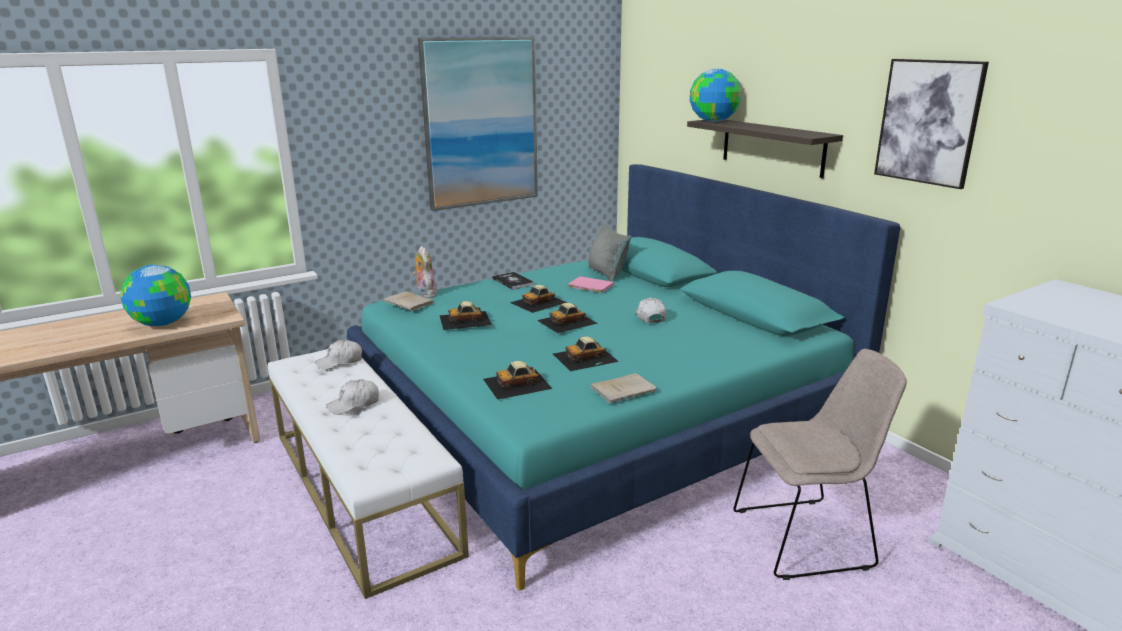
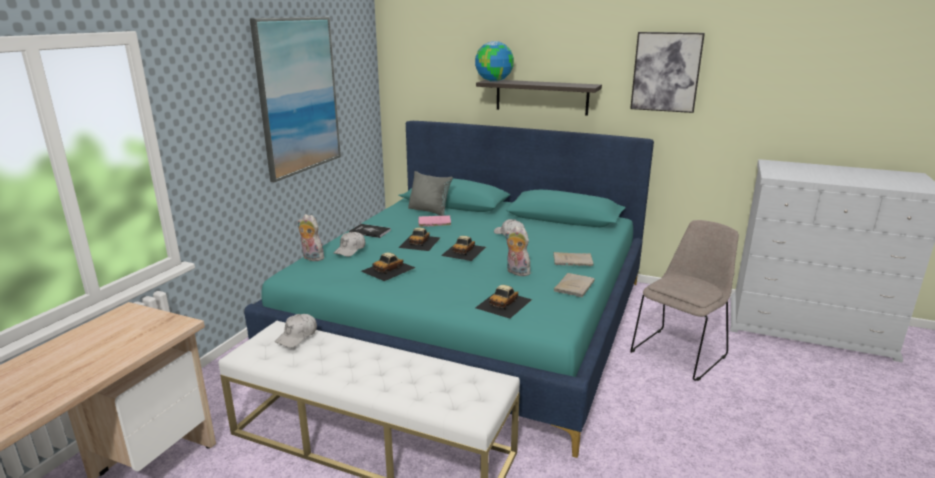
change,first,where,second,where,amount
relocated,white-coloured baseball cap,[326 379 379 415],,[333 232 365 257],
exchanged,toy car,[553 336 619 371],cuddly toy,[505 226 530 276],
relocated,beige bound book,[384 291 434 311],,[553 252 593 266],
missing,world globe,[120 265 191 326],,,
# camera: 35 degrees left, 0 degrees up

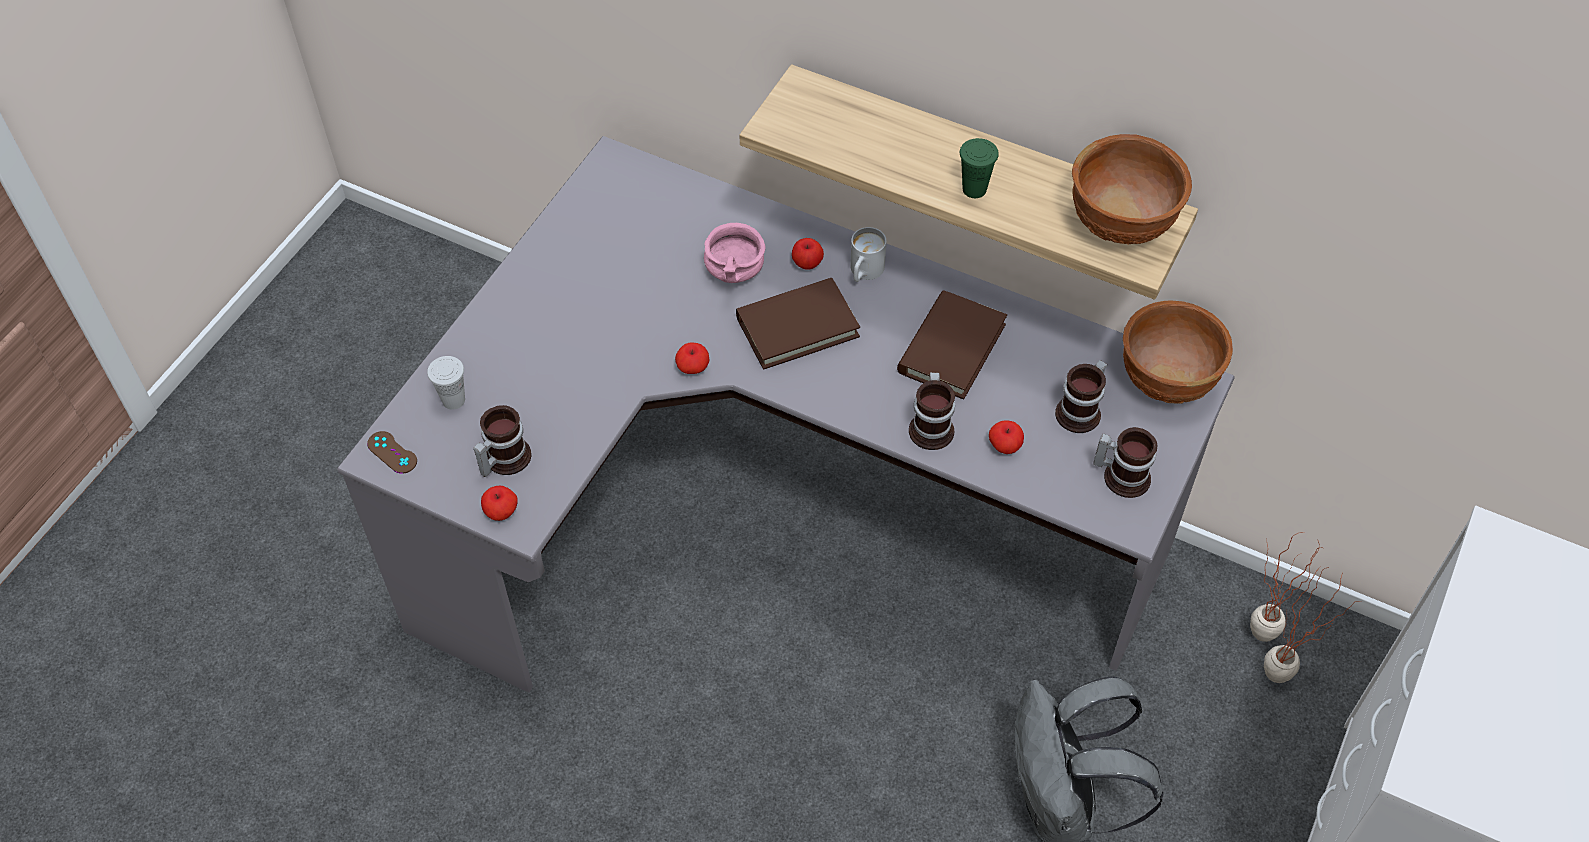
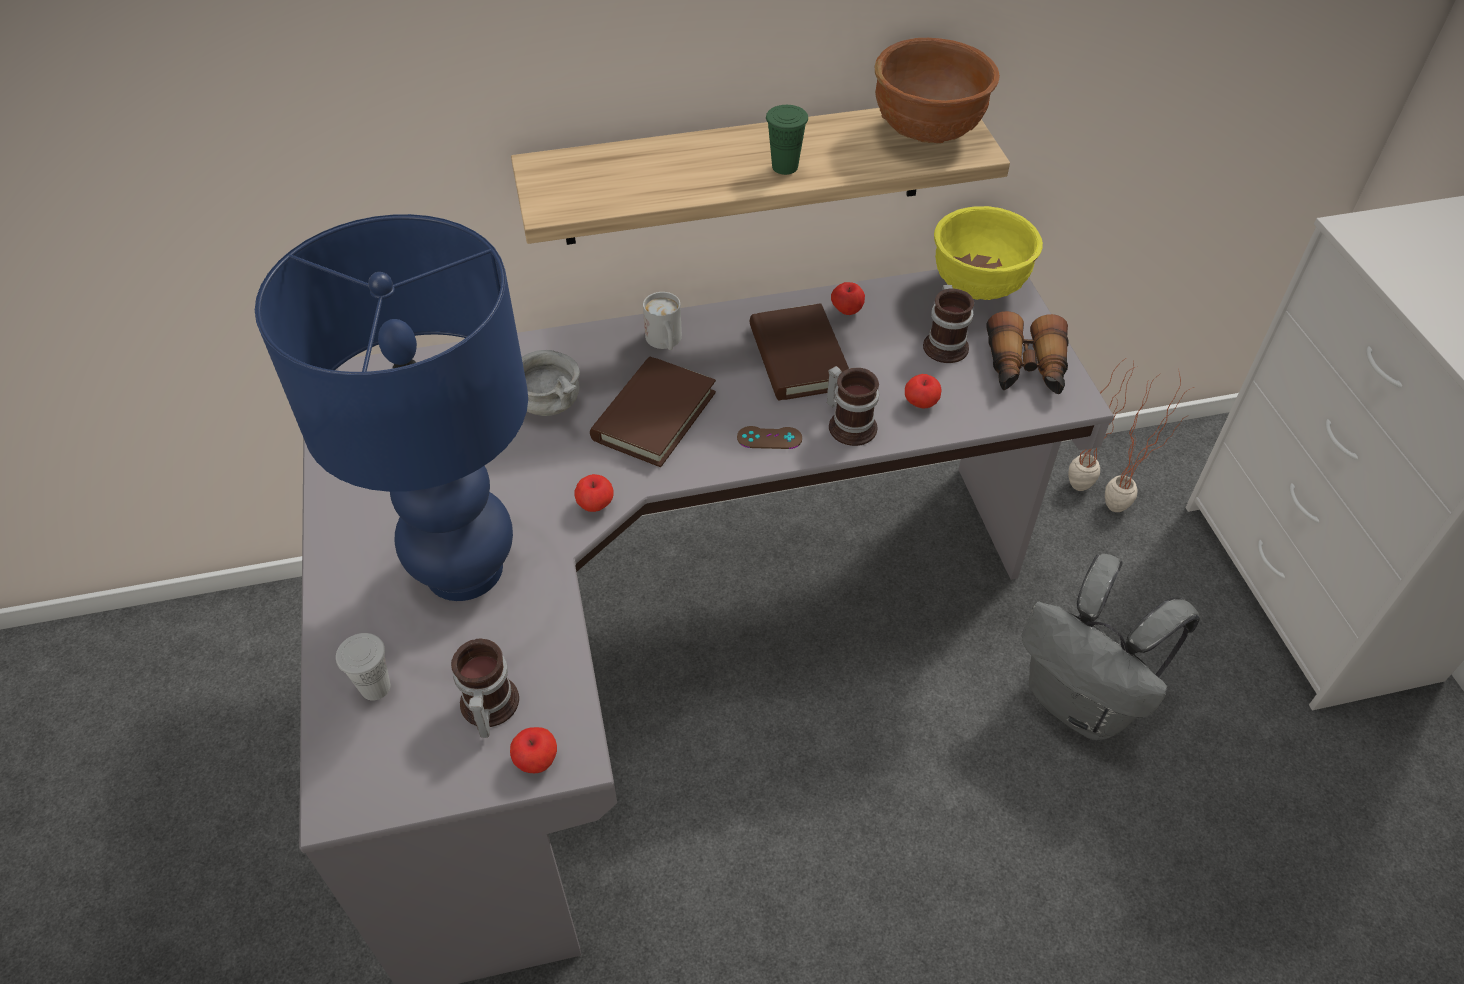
change,first,where,second,where,amount
appeared,,,blue table lamp,[255 214 528 601],
colour,pinkish deep dish,[704 223 766 283],greyish deep dish,[522 350 580 416],
relocated,brown game controller,[367 431 417 474],,[737 426 802 449],
relocated,whole apple,[792 238 824 270],,[831 282 865 315],
colour,brown deep dish,[1123 301 1233 404],yellow-coloured deep dish,[934 206 1043 300],
exchanged,mug,[1093 427 1158 498],field glasses,[986 311 1069 394],
# camera: 40 degrees left, 5 degrees down

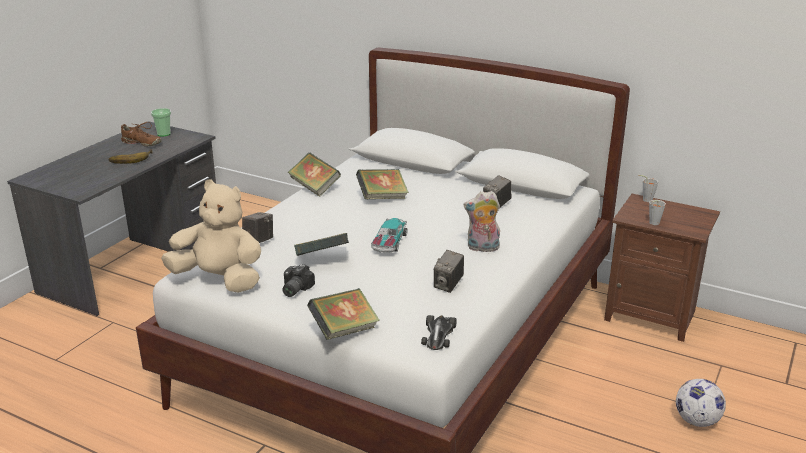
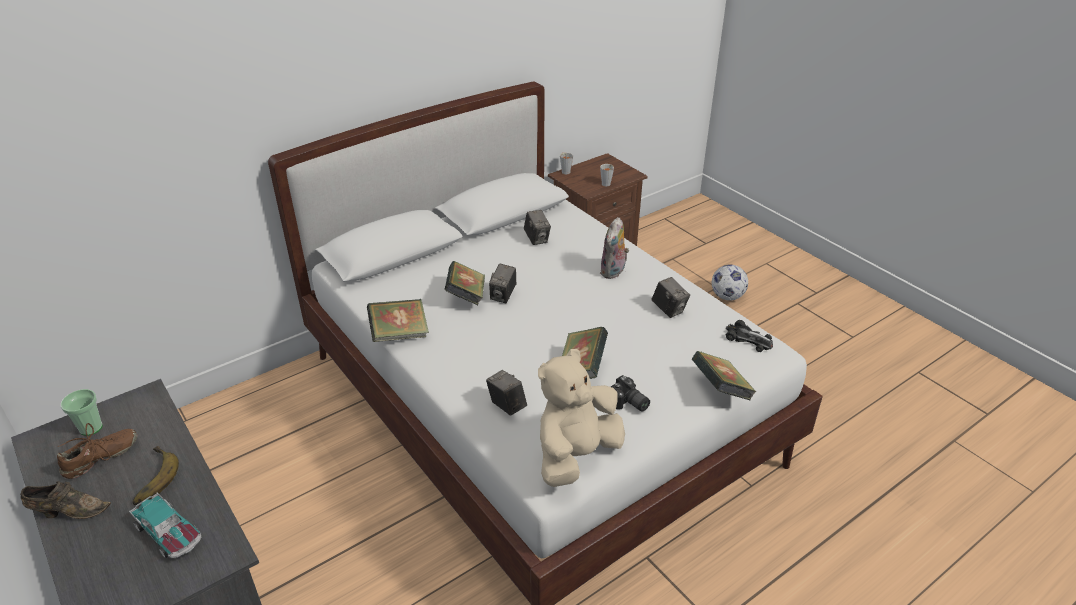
change,first,where,second,where,amount
appeared,,,brown item of footwear,[20 481 111 519],
relocated,toy car,[371 218 408 253],,[129 493 201 558],
appeared,,,photo camera,[489 263 516 303],
# camera: 65 degrees left, 10 degrees up

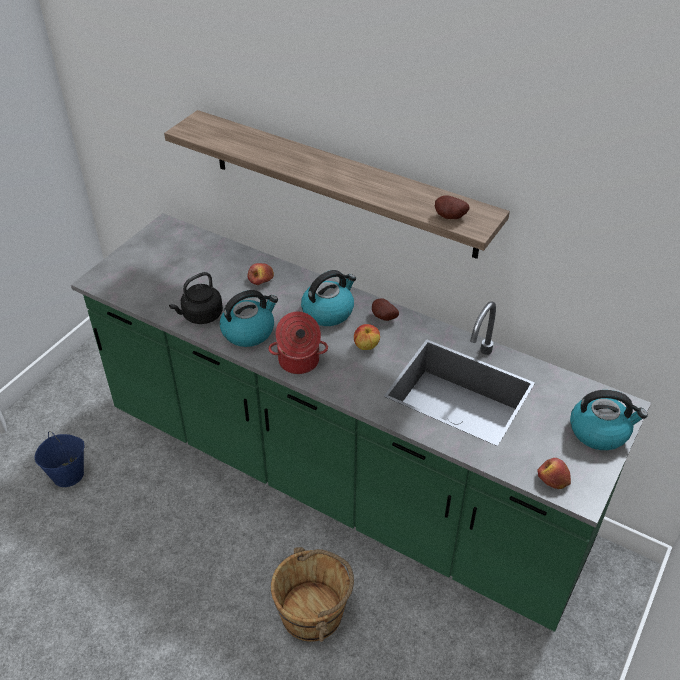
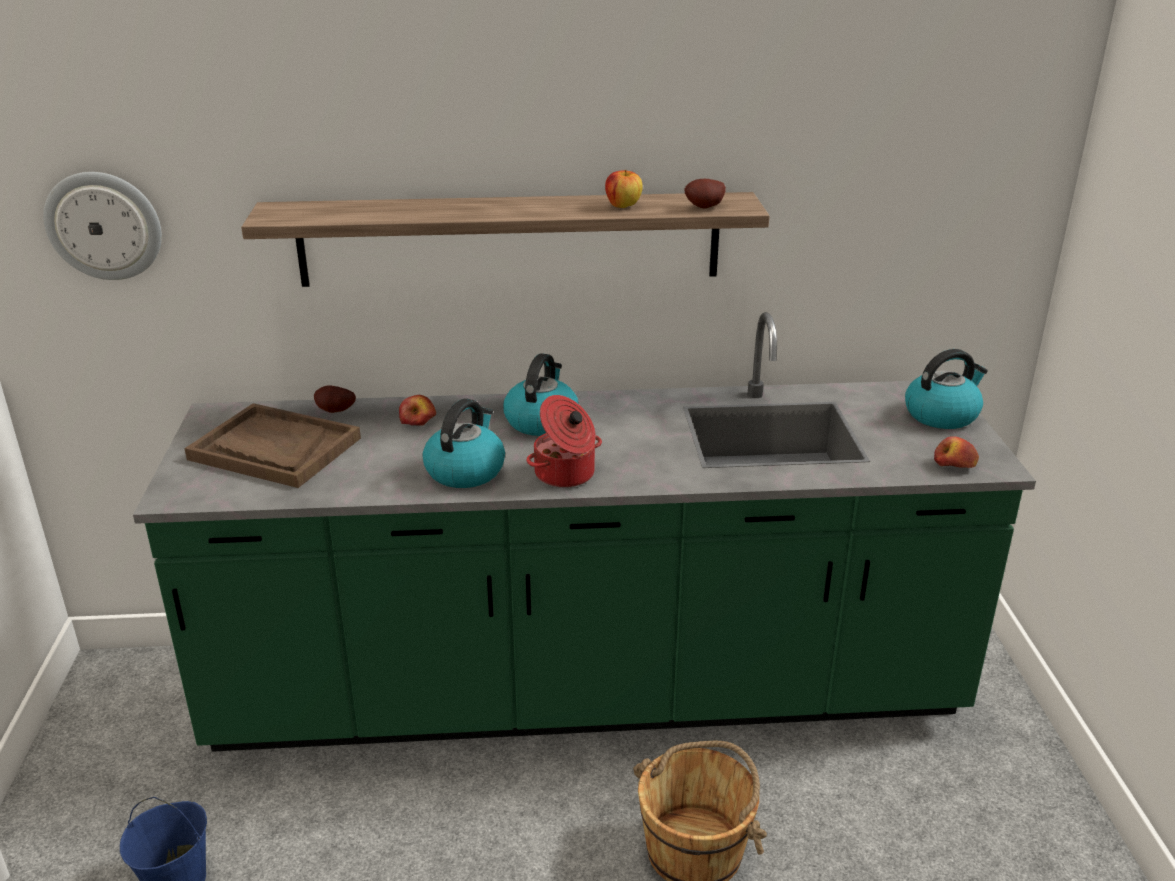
change,first,where,second,where,amount
appeared,,,hanging clock,[43 172 162 280],
appeared,,,brown tray,[184 403 361 488],
relocated,potato,[372 298 399 321],,[314 385 356 413],
relocated,whole apple,[354 324 380 350],,[605 170 643 208],
missing,blackish tea kettle,[169 272 223 324],,,
# camera: 35 degrees left, 15 degrees down

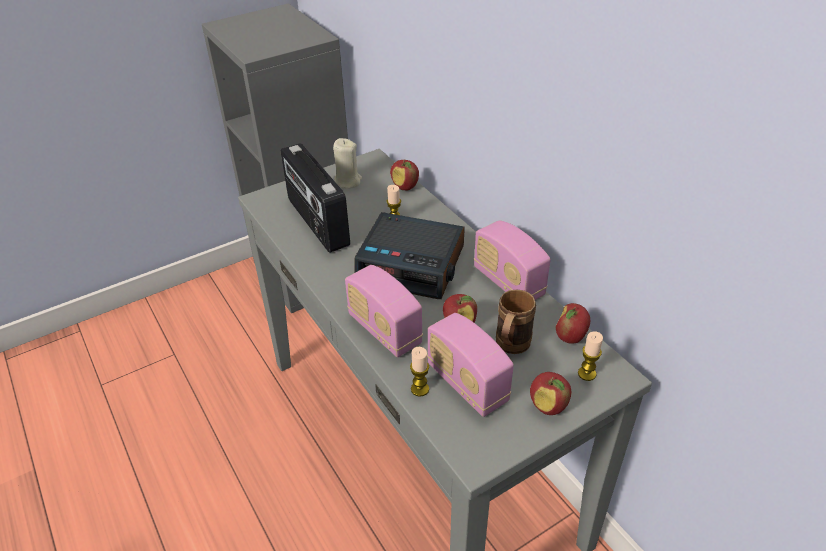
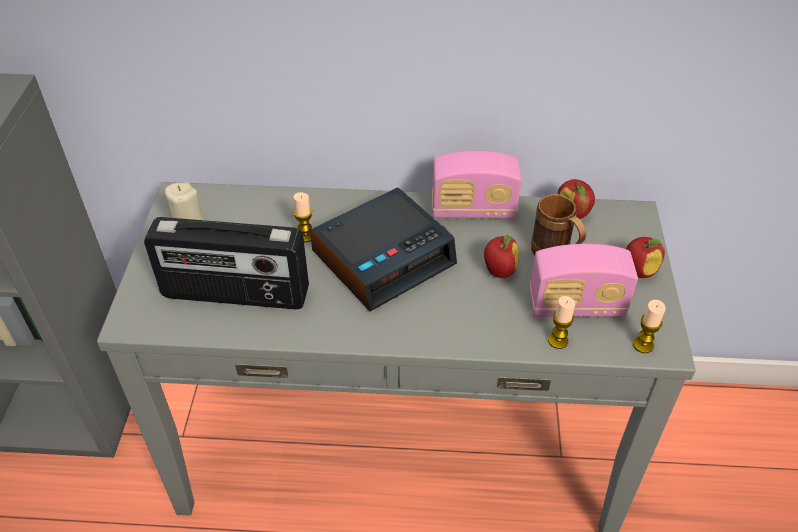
change,first,where,second,where,amount
relocated,wax light,[578 331 603 381],,[633 300 666 353],
missing,radio set,[345 265 423 357],,,
missing,whole apple,[390 160 419 190],,,
# camera: 55 degrees left, 5 degrees up

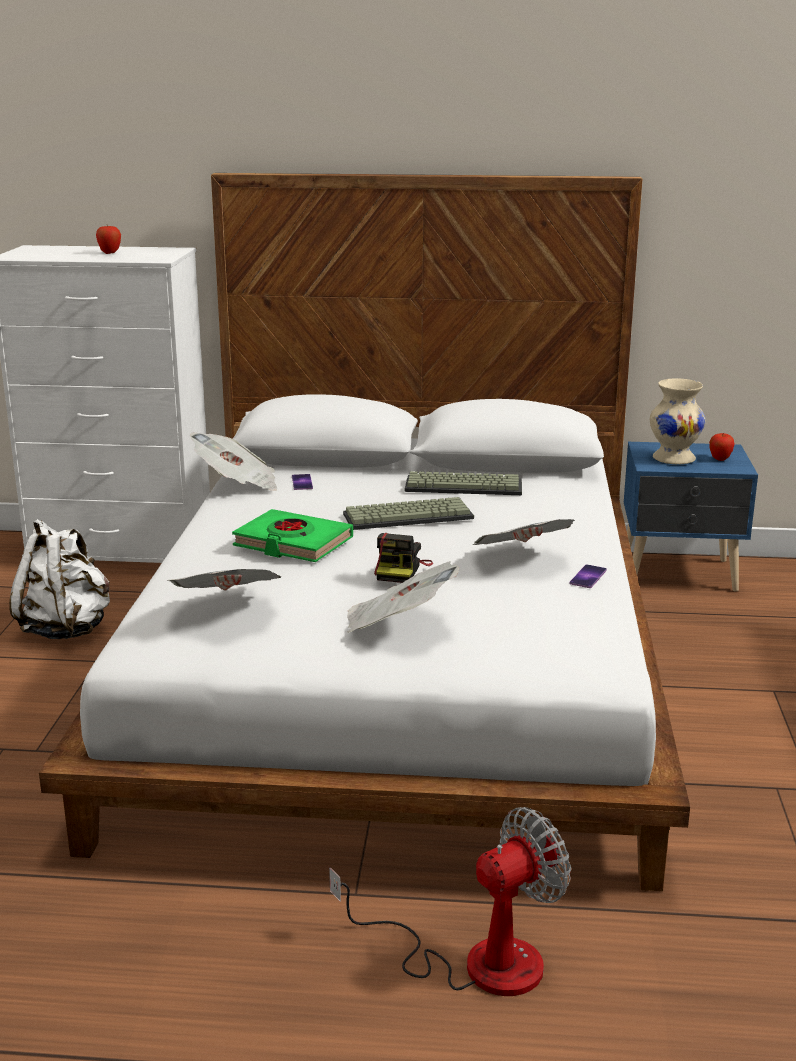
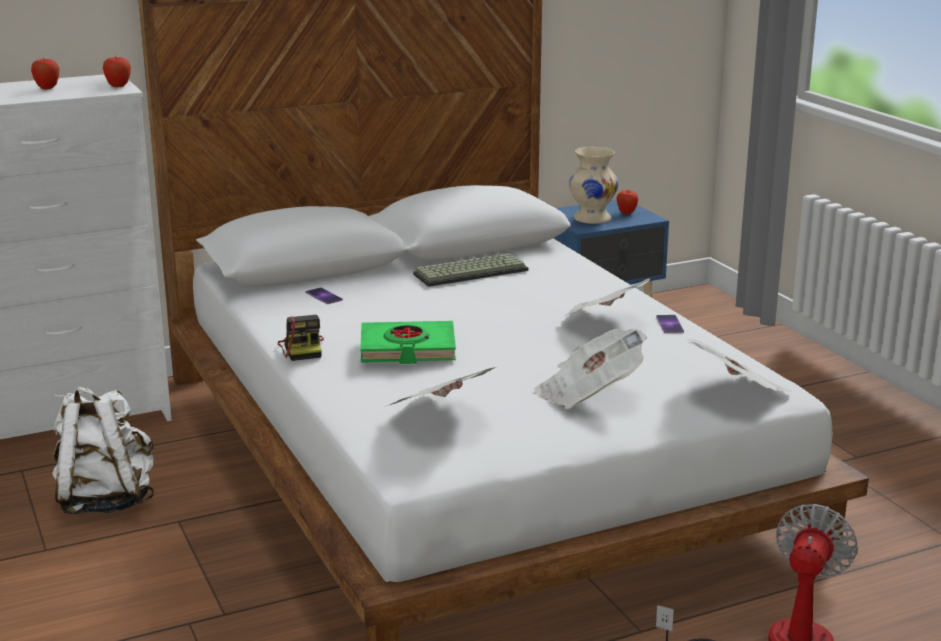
change,first,where,second,where,amount
appeared,,,whole apple,[103 56 131 87],
relocated,photo camera,[374 533 433 583],,[278 315 324 361],
relocated,printed paper,[190 433 277 491],,[686 339 792 392],
missing,keyboard,[343 497 474 530],,,
# camera: 30 degrees left, 0 degrees up

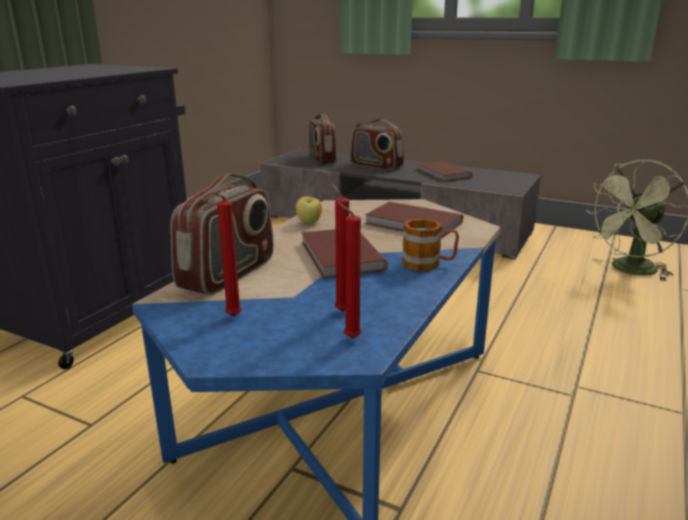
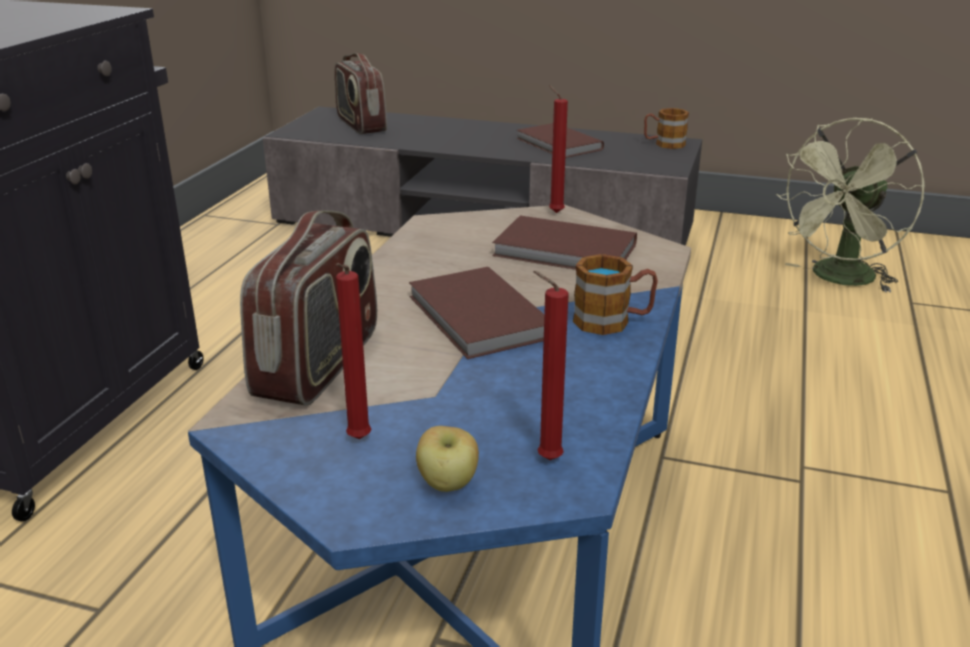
change,first,where,second,where,amount
relocated,whole apple,[296 196 322 224],,[416 426 479 492],
relocated,red wax light,[331 183 349 312],,[549 85 568 213],
appeared,,,mug,[644 108 689 149],
missing,radio set,[350 119 404 170],,,
# camera: 10 degrees left, 5 degrees up

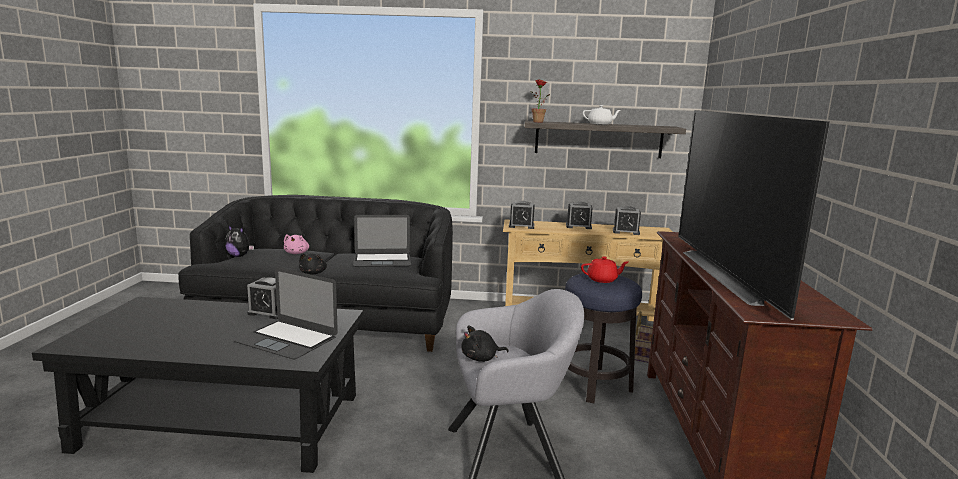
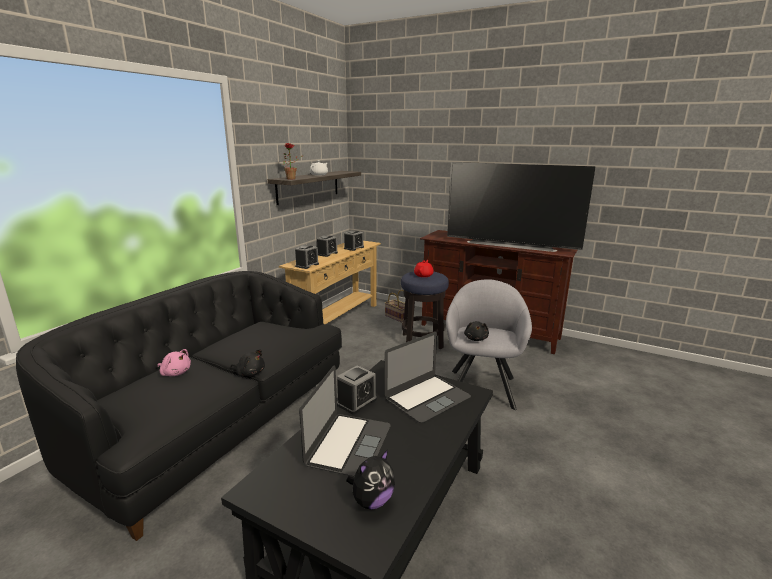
change,first,where,second,where,amount
relocated,portable computer,[353 215 411 267],,[299 365 391 477],
relocated,cuddly toy,[225 226 254 257],,[346 450 395 509],
# camera: 65 degrees left, 5 degrees up

